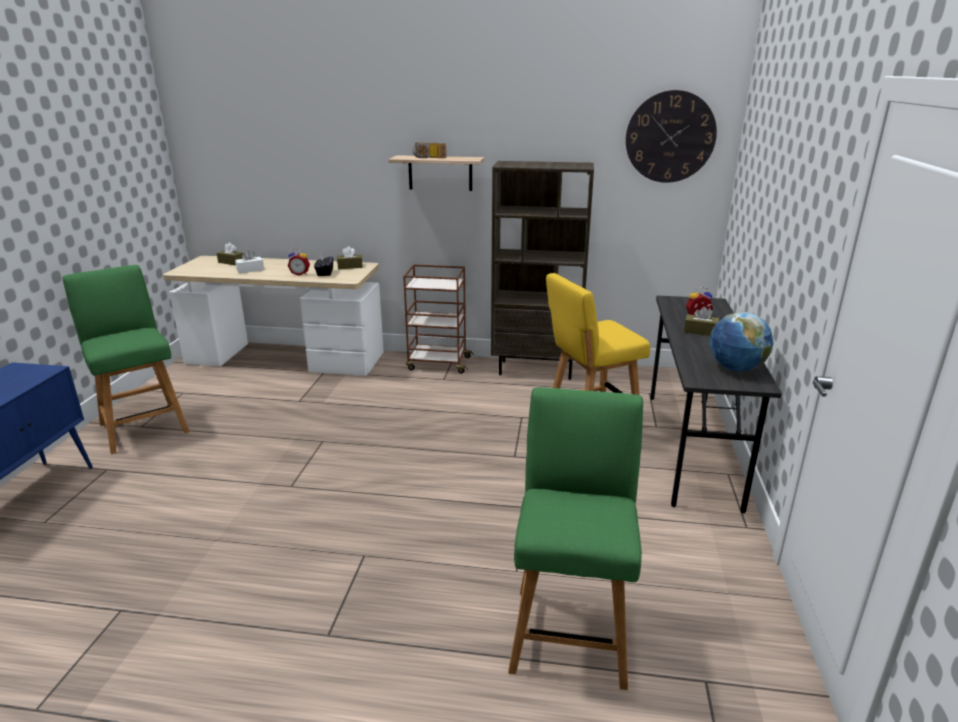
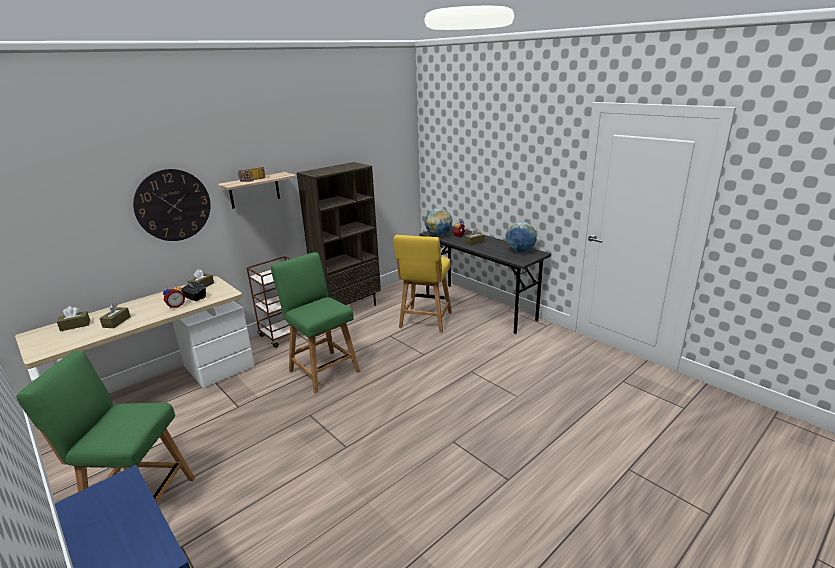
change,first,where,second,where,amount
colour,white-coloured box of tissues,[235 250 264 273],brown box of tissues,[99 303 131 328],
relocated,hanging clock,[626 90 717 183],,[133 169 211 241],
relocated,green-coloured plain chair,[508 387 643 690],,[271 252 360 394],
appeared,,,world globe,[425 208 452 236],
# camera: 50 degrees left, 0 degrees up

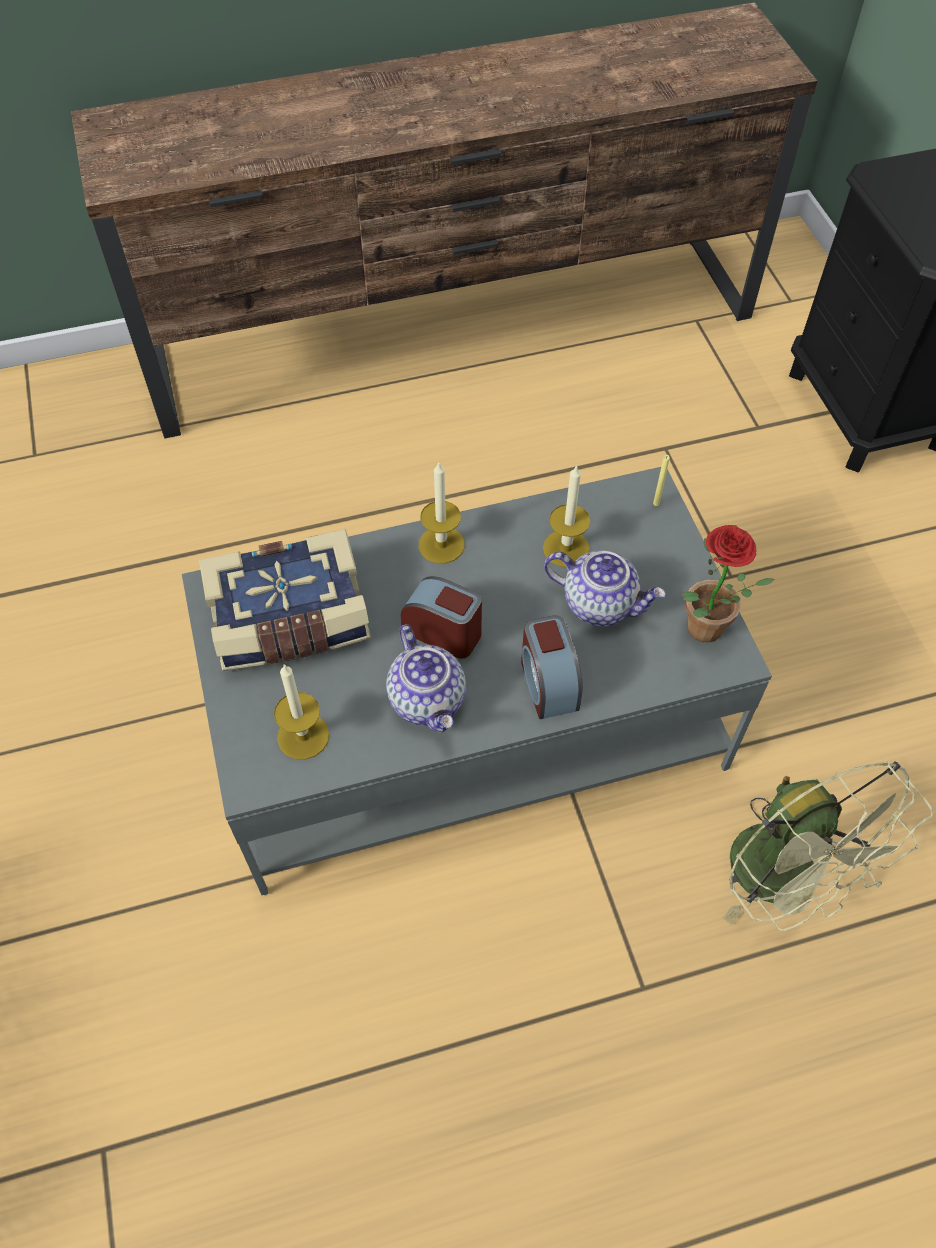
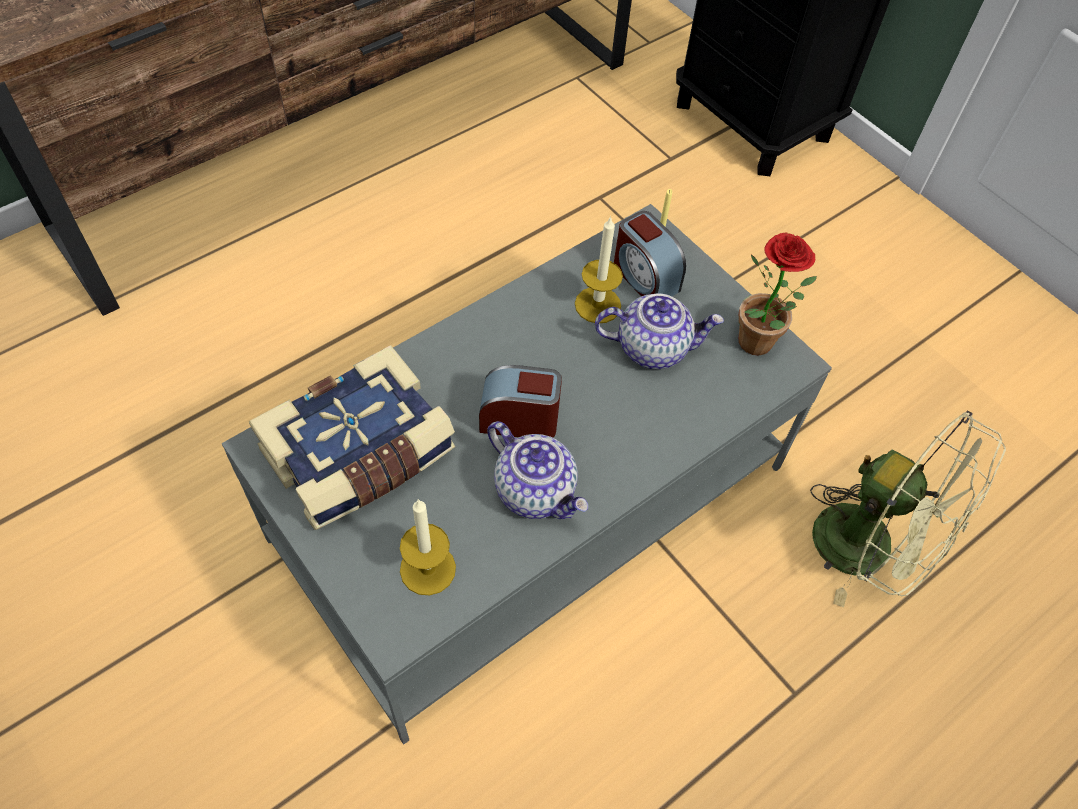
change,first,where,second,where,amount
relocated,bedside clock,[521 615 583 719],,[614 211 686 296],
missing,wax light,[419 461 465 564],,,
# camera: 25 degrees left, 0 degrees up

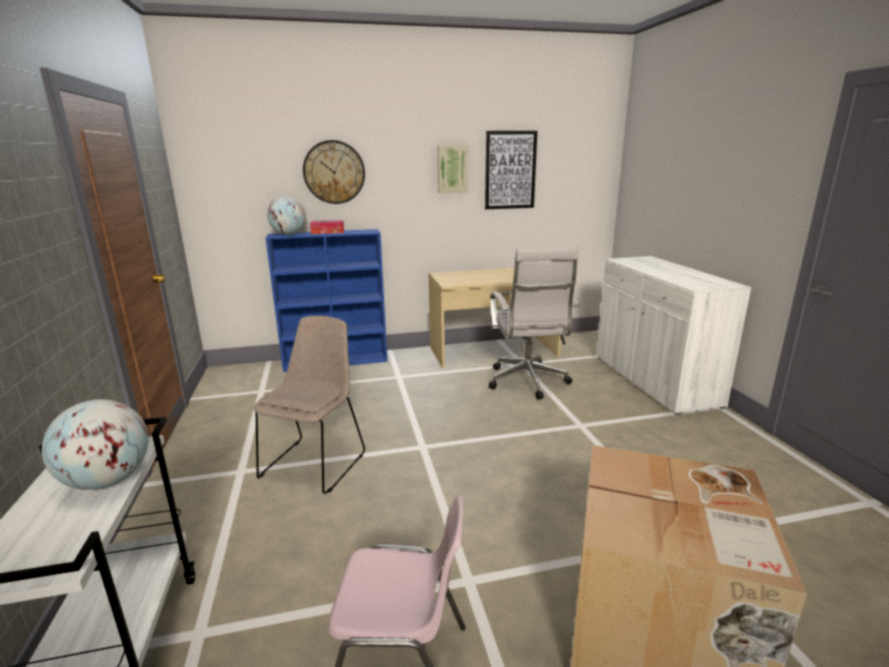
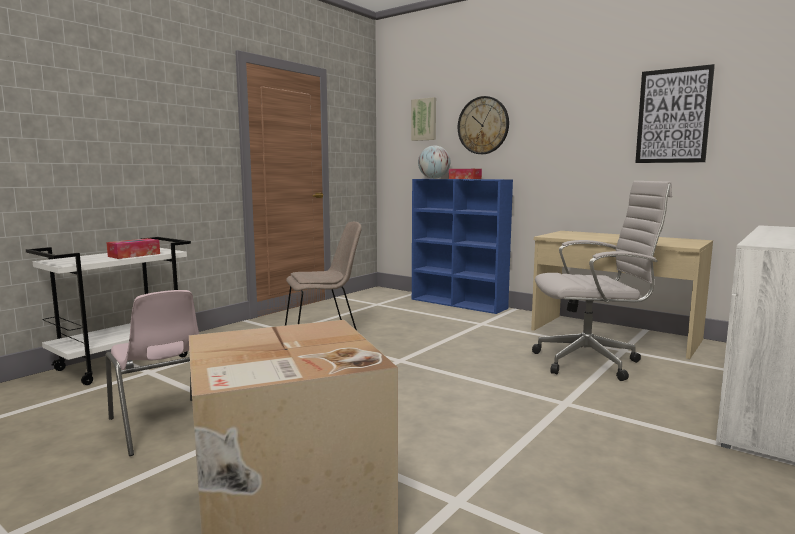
change,first,where,second,where,amount
exchanged,world globe,[42 399 149 490],box of tissues,[106 238 160 259],
relocated,picture,[438 146 468 193],,[411 97 436 141],
spun,white-coloured office chair,[489 246 579 400],,[532 181 672 381],135 degrees counterclockwise
# camera: 50 degrees right, 10 degrees down

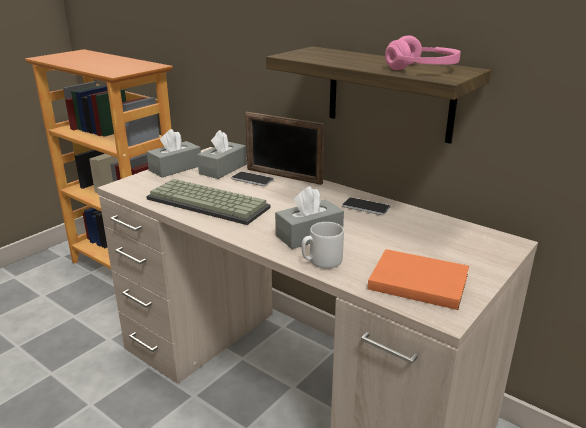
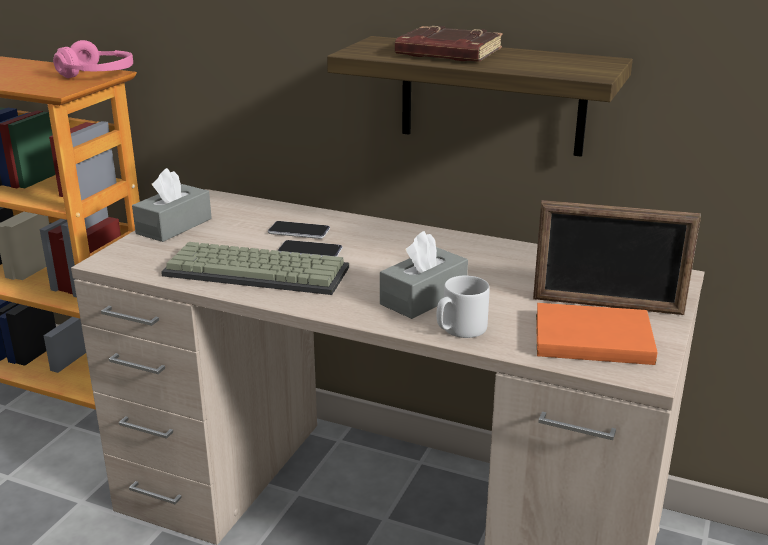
change,first,where,second,where,amount
relocated,pinkish headset,[385 35 461 70],,[53 40 133 78],
relocated,phone,[342 197 390 215],,[277 240 342 257],
appeared,,,brown bound book,[395 26 503 62],
relocated,standing frame,[245 112 324 185],,[533 200 701 315],
missing,greyish box of tissues,[197 130 247 179],,,
# camera: 15 degrees left, 0 degrees up

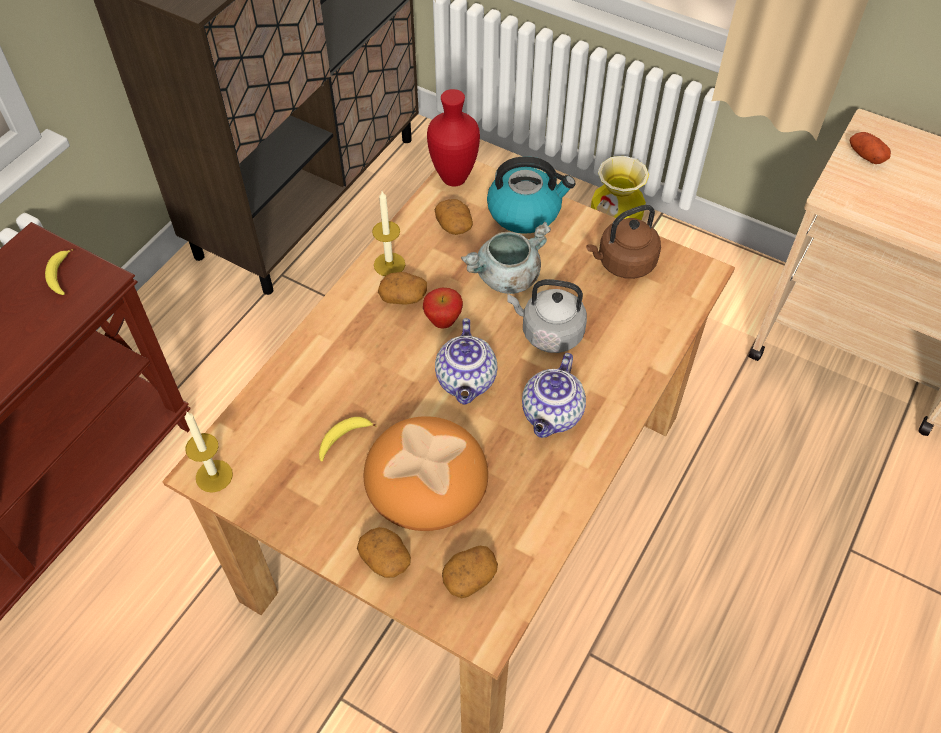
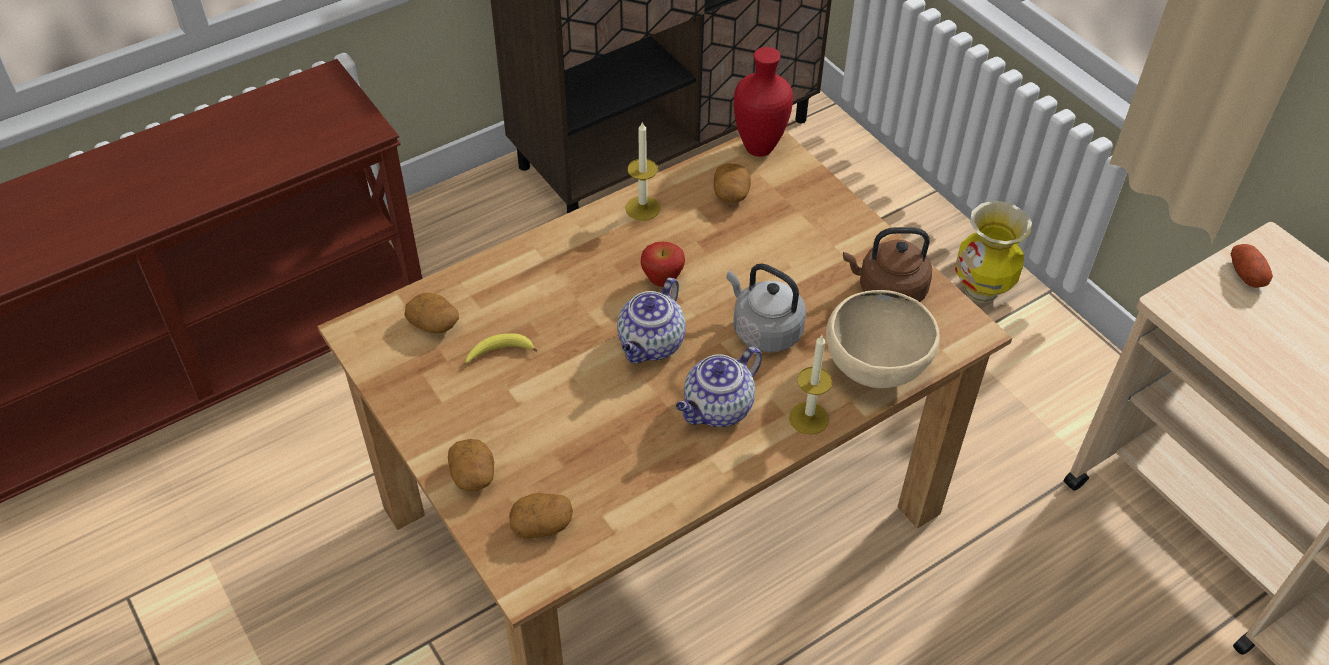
change,first,where,second,where,amount
relocated,potato,[378 272 427 305],,[405 293 459 334],
relocated,wax light,[185 411 233 493],,[789 335 832 435],
appeared,,,beige deep dish,[826 290 940 388],
missing,banana fruit,[45 249 73 295],,,
missing,bakery bread,[363 416 488 531],,,
missing,greyish saucepot,[461 222 551 294],,,
missing,tea kettle,[487 156 575 234],,,
# camera: 25 degrees right, 5 degrees down

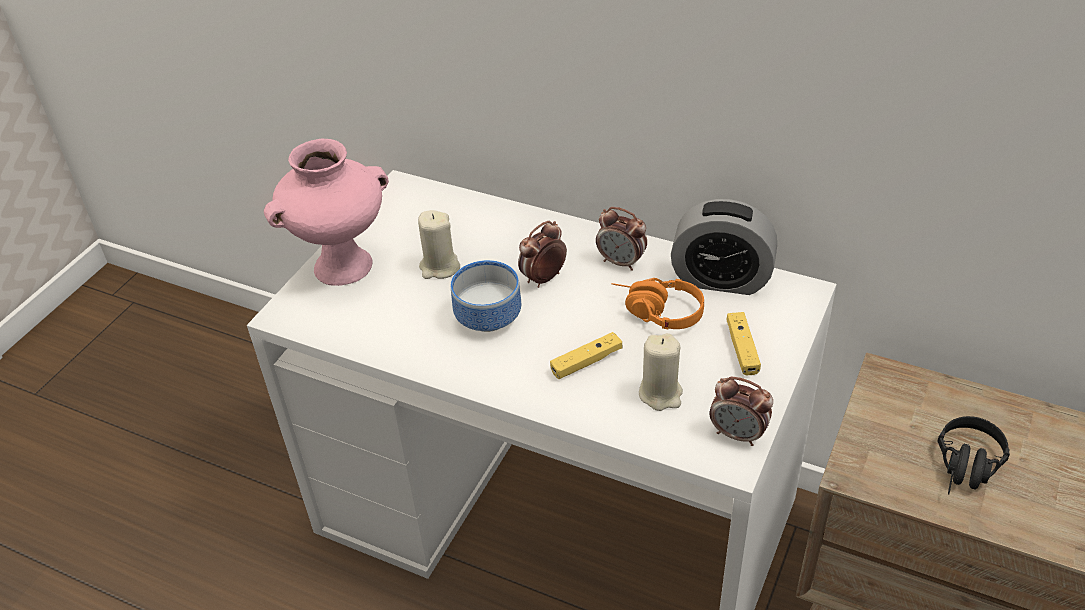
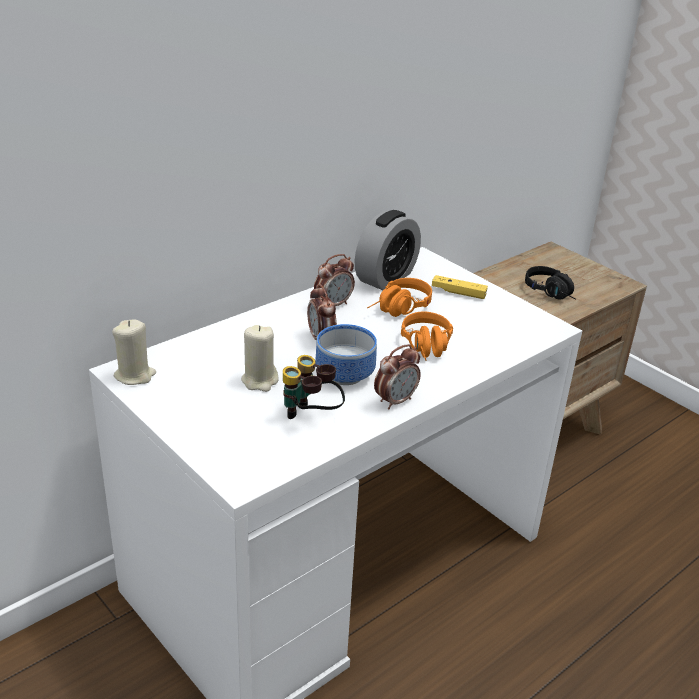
change,first,where,second,where,amount
relocated,beige wax light,[639 333 683 411],,[112 320 156 385],
appeared,,,field glasses,[283 355 345 419],
relocated,bedside clock,[709 377 773 446],,[374 344 421 410],
exchanged,yellow-coloured game controller,[550 332 622 379],orange headset,[401 312 453 361],
missing,pinkish decorative vase,[264 139 389 286],,,
# camera: 70 degrees left, 10 degrees down

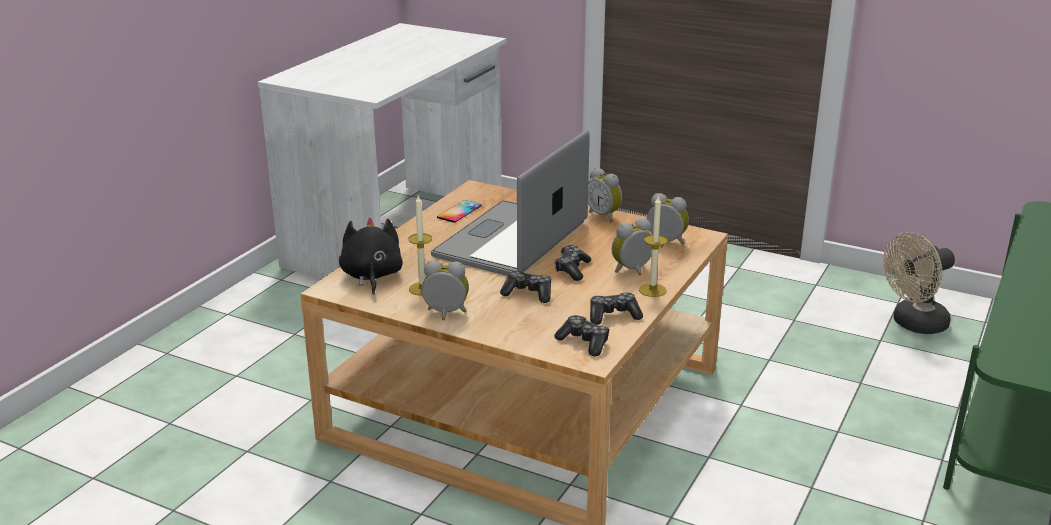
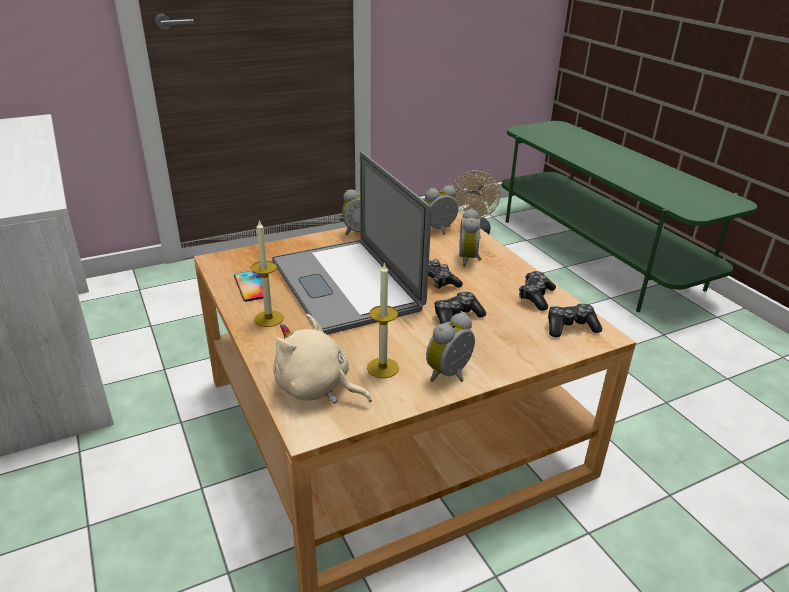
change,first,where,second,where,amount
relocated,wax light,[639 195 668 297],,[251 219 284 327],
colour,blackish cuddly toy,[339 217 403 295],beige cuddly toy,[273 314 372 404],
# camera: 55 degrees left, 5 degrees up

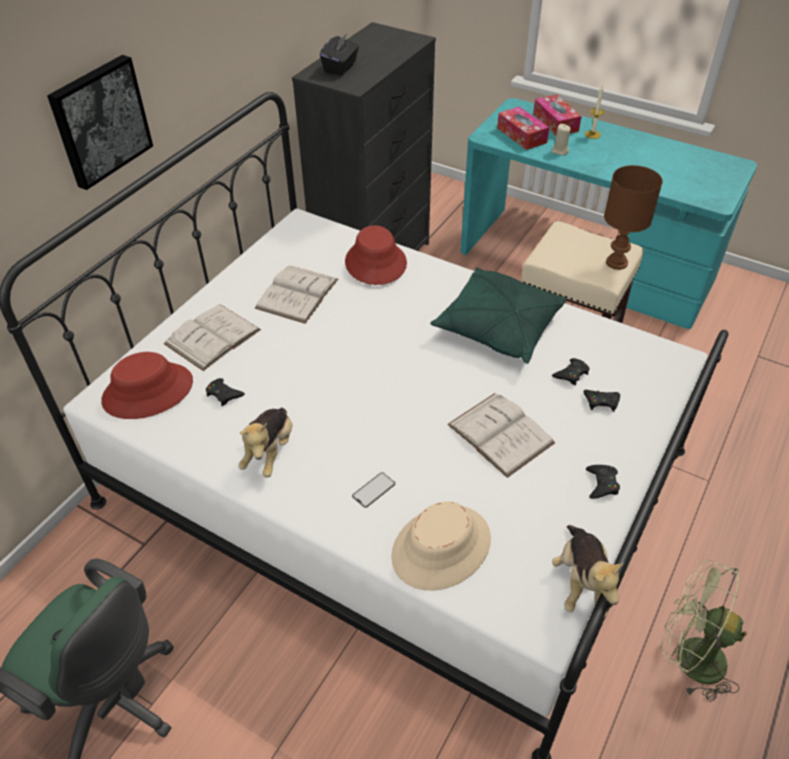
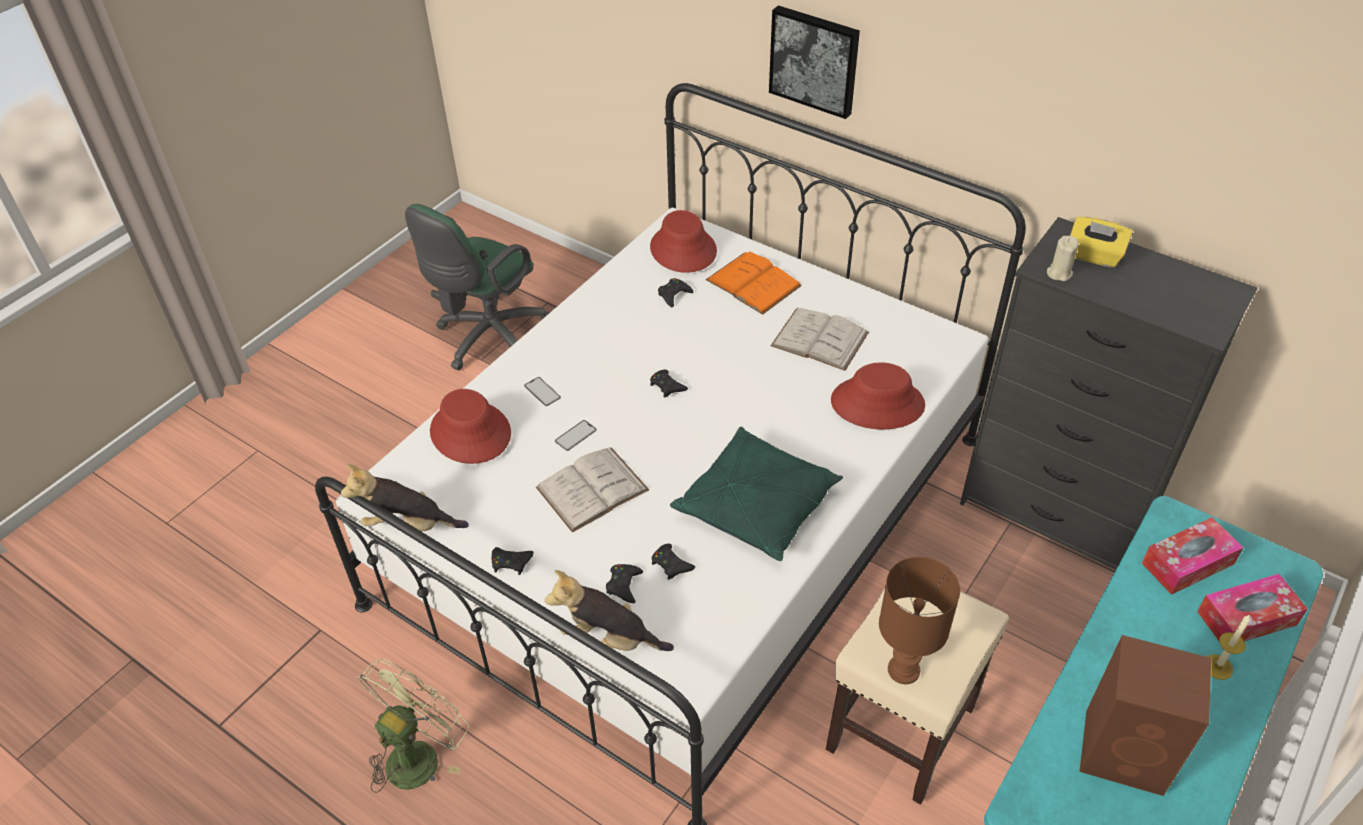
change,first,where,second,where,amount
colour,beige clothing hat,[391 502 491 591],red clothing hat,[430 389 511 464],
relocated,cuddly toy,[238 408 293 478],,[545 570 674 651],
appeared,,,phone,[555 420 596 451],
appeared,,,blackish game controller,[650 370 688 398],
colour,white-coloured bound book,[163 304 261 371],orange bound book,[706 252 802 315],
relocated,beige wax light,[552 124 571 155],,[1047 236 1079 281],
colour,blackish box of tissues,[320 34 359 75],yellow-coloured box of tissues,[1070 217 1133 268],
appeared,,,brown audio speaker,[1079 635 1211 796],
# camera: 95 degrees right, 0 degrees up

